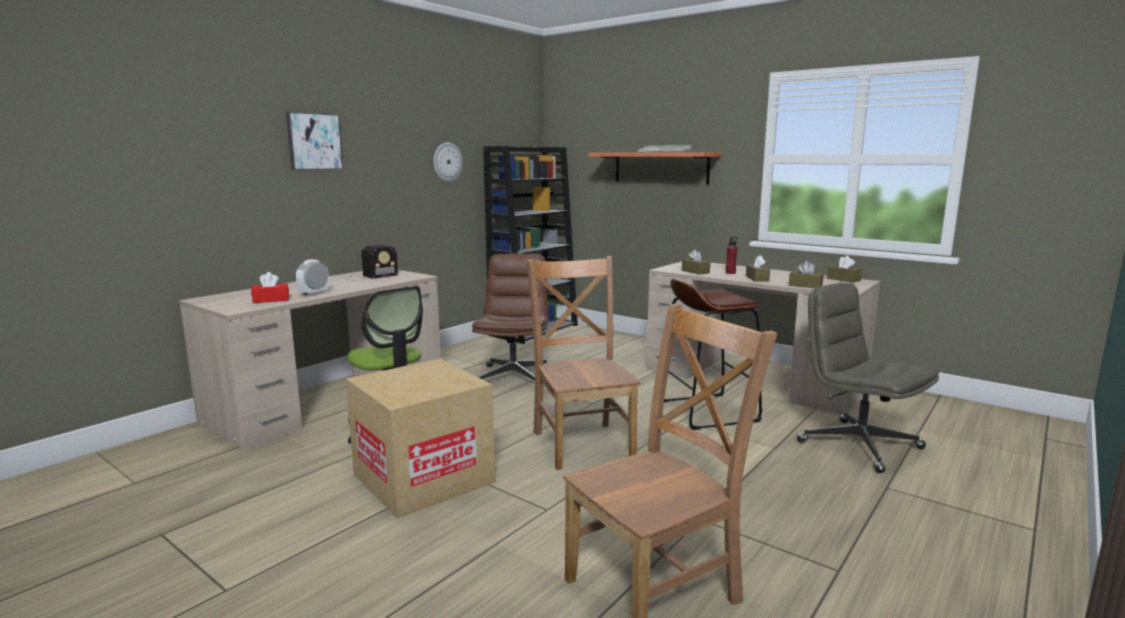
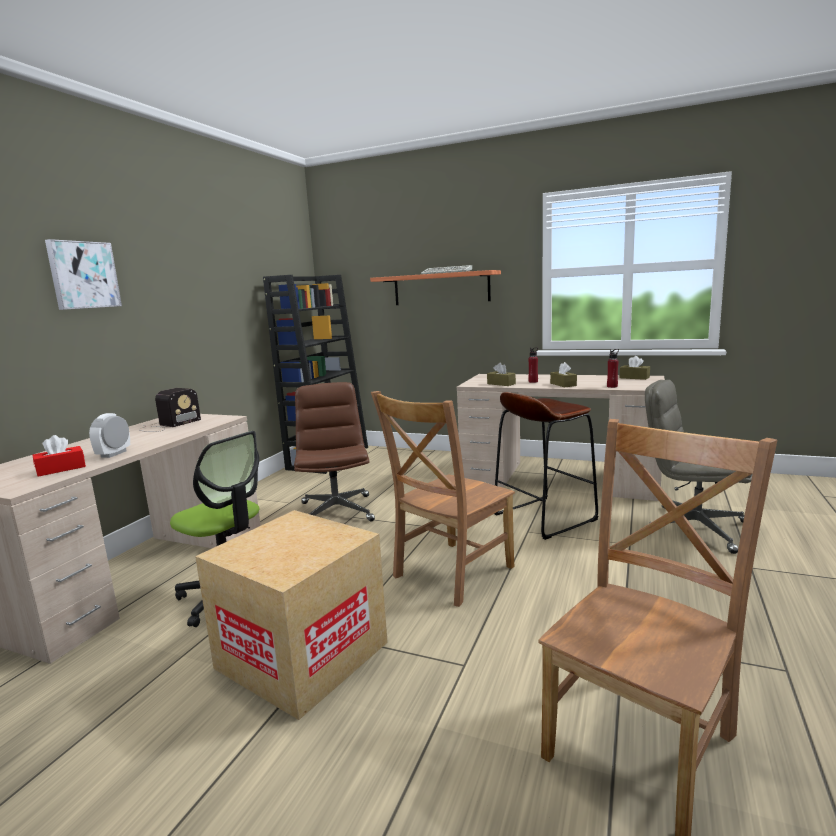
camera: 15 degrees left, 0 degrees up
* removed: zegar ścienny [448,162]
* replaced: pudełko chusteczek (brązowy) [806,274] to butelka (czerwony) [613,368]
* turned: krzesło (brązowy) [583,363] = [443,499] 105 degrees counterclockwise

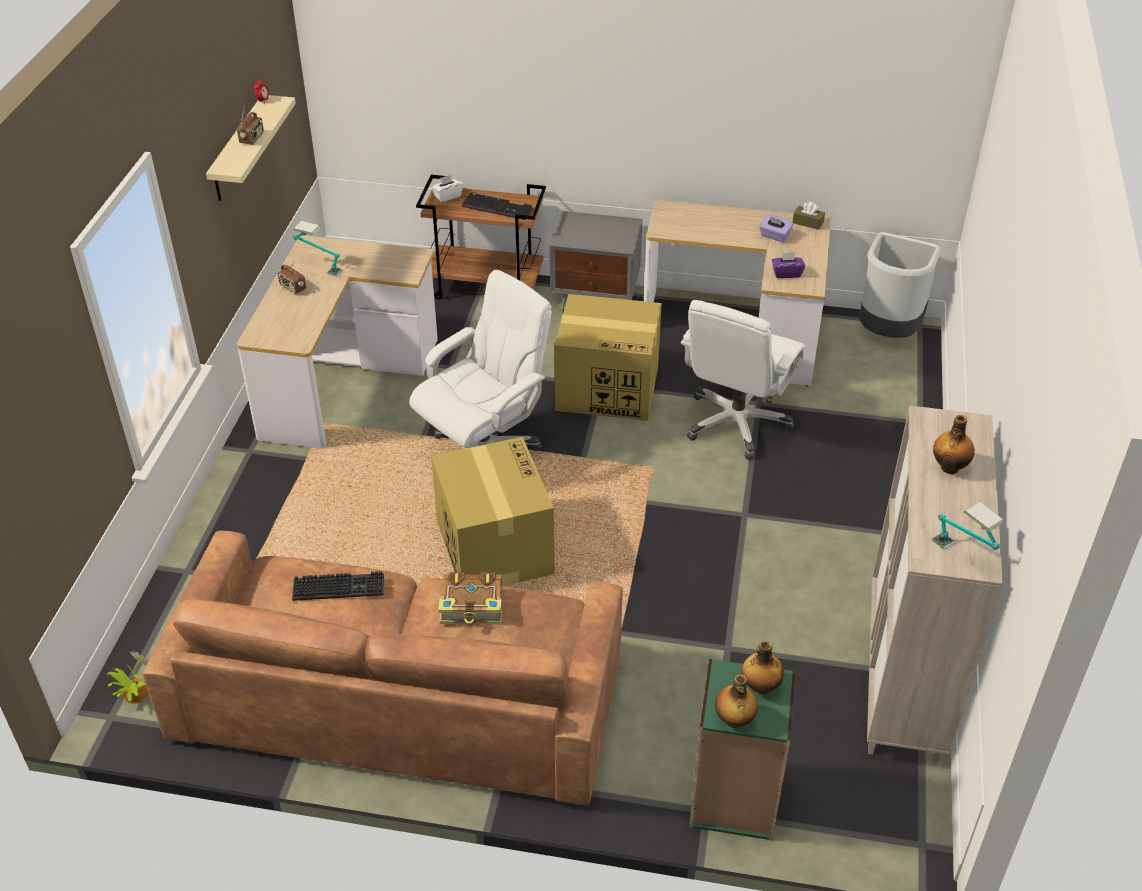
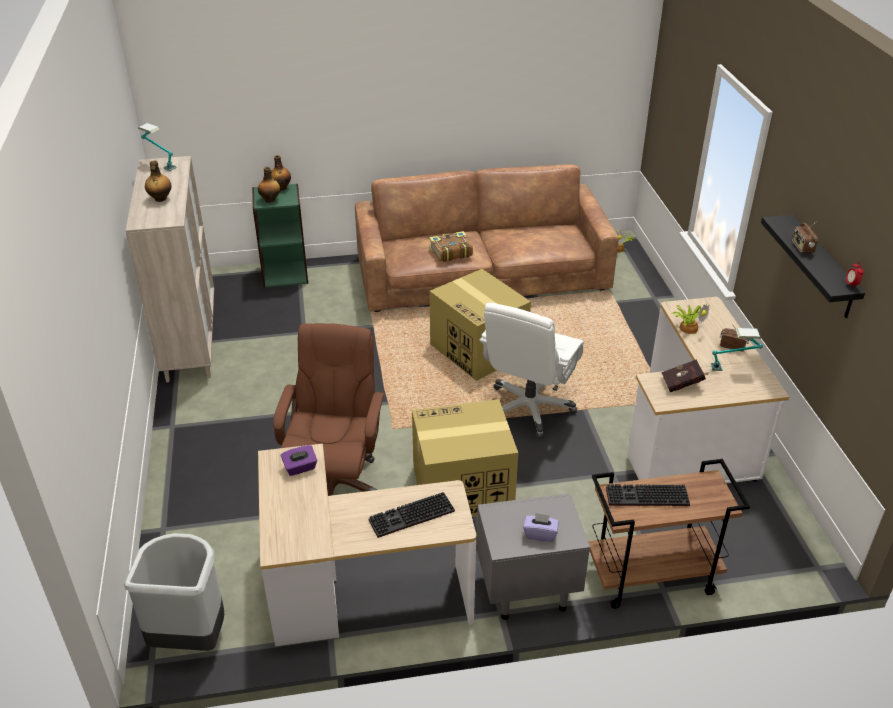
camera: 160 degrees right, 5 degrees down
* removed: pudełko chusteczek (biały) [447,188]
* removed: pudełko chusteczek (brązowy) [809,216]
* added: książka (czerwony) [685,375]
* added: roślina doniczkowa [691,319]
* moved: klawiatura [338,586] to [411,515]
* moved: pudełko chusteczek (fioletowy) [776,228] to [541,527]
* recoloured: półka (beżowy) [251,148] to półka (czarny) [813,266]
* recoloured: krzesło biurowe (biały) [743,380] to krzesło biurowe (brązowy) [328,409]

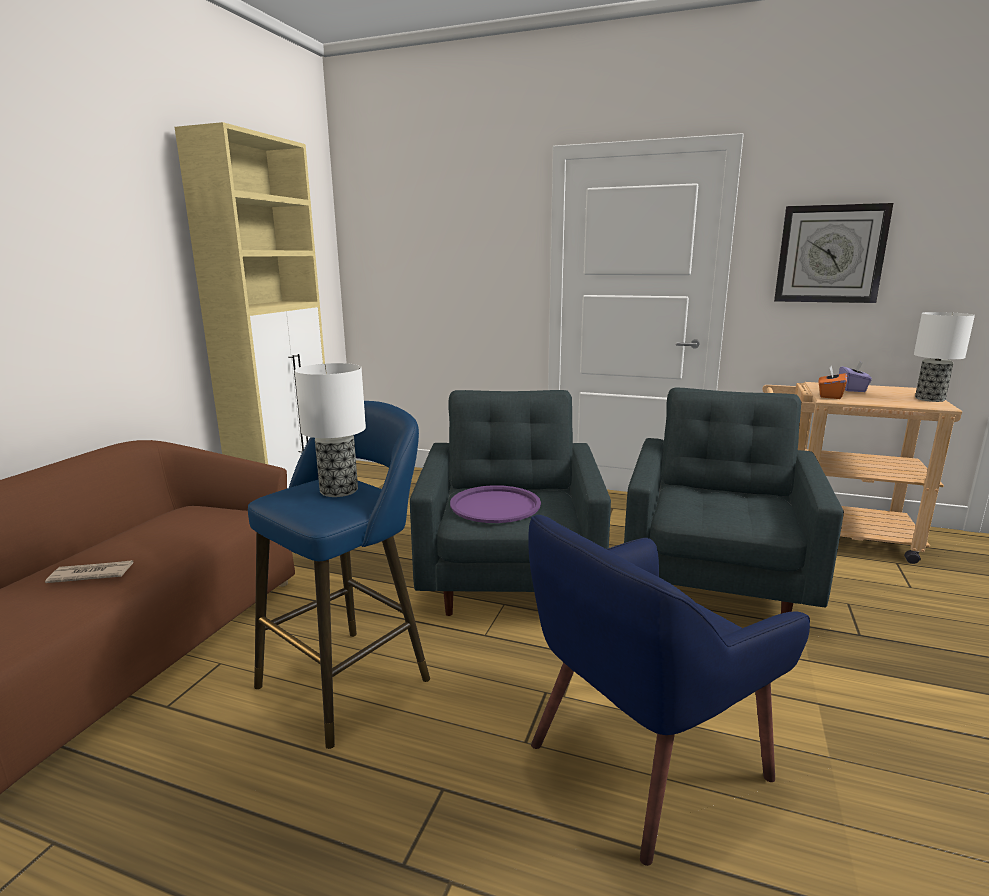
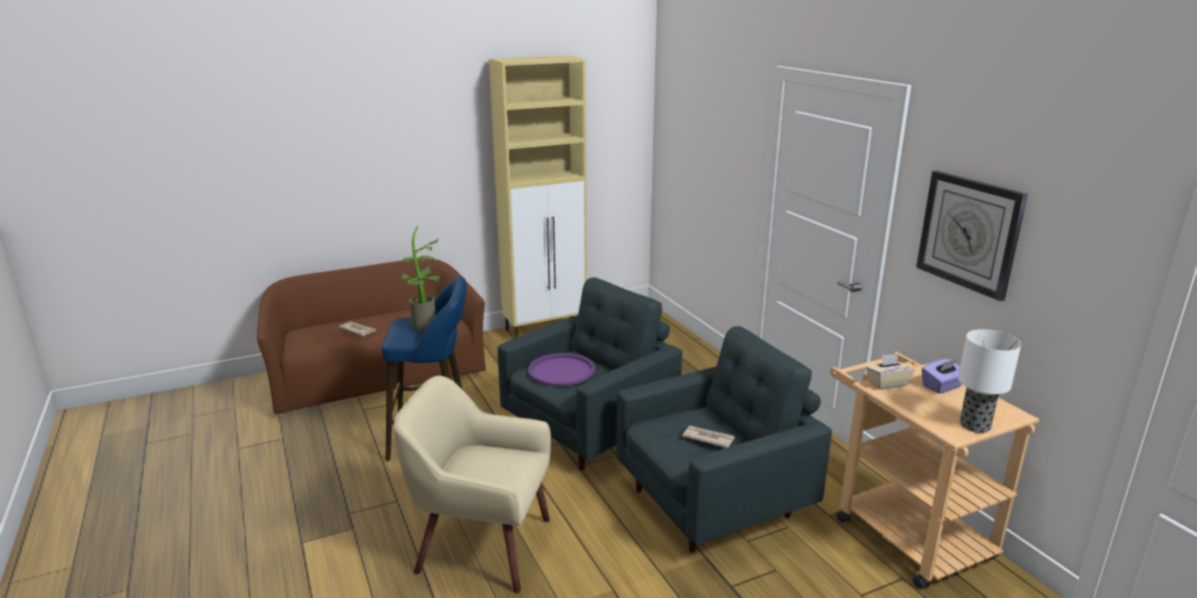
camera: 45 degrees right, 5 degrees up
* added: gazeta [708,436]
* replaced: lampa stołowa [330,430] to roślina doniczkowa [420,278]
* recoloured: fotel (niebieski) [669,690] to fotel (beżowy) [472,484]
* recoloured: pudełko chusteczek (pomarańczowy) [833,382] to pudełko chusteczek (beżowy) [890,371]

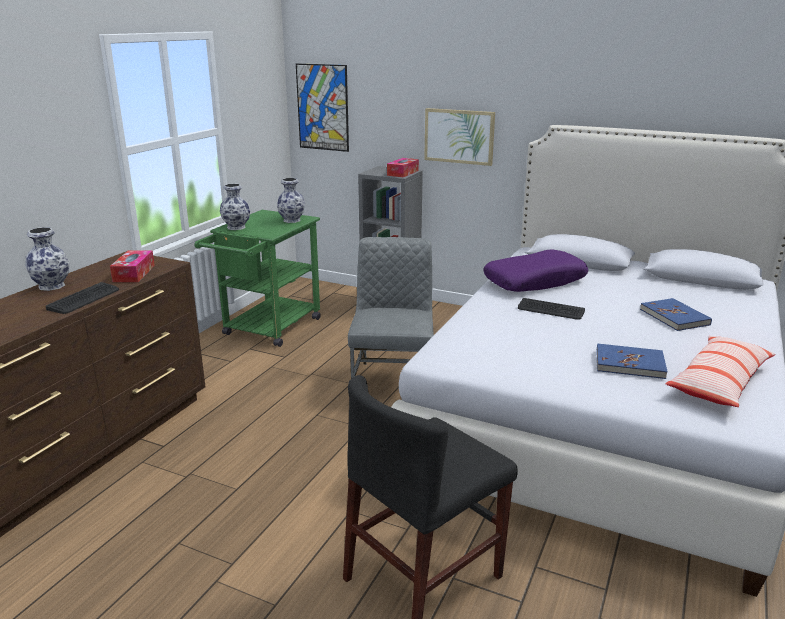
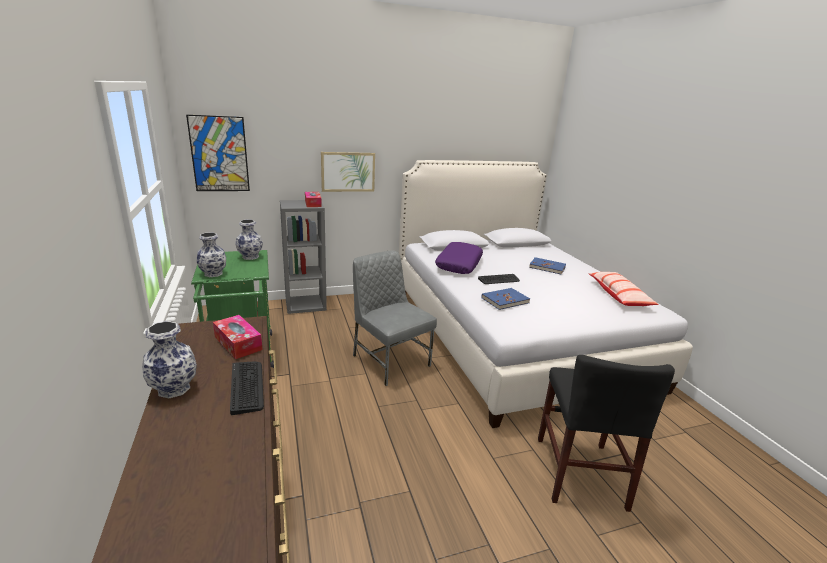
camera: 45 degrees left, 0 degrees up
* moved: książka (niebieski) [632,361] to [505,299]

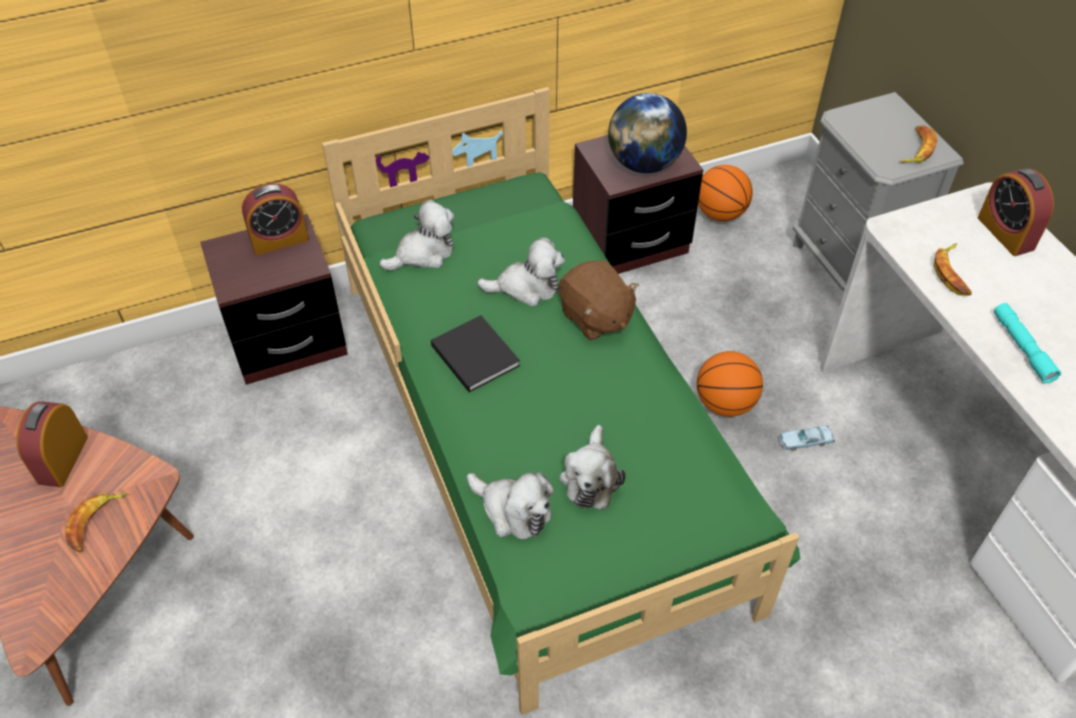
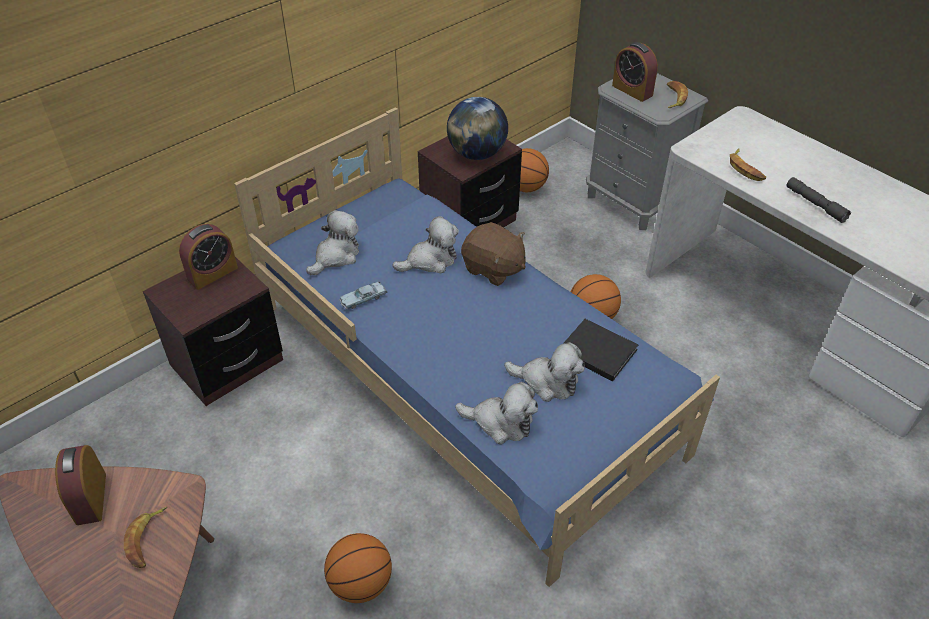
camera: 20 degrees left, 5 degrees down
* added: piłka do koszykówki [358,568]
* moved: książka (czarny) [475,353] to [600,350]
* moved: samochodzik (niebieski) [807,438] to [363,295]
* moved: budzik [1016,212] to [635,72]
* recoloured: łóżko (zielony) [561,401] to łóżko (niebieski) [477,347]
* recoloured: latarka (turkusowy) [1028,343] to latarka (szary) [819,200]
* turned: pluszak [593,467] = [544,372] 60 degrees counterclockwise

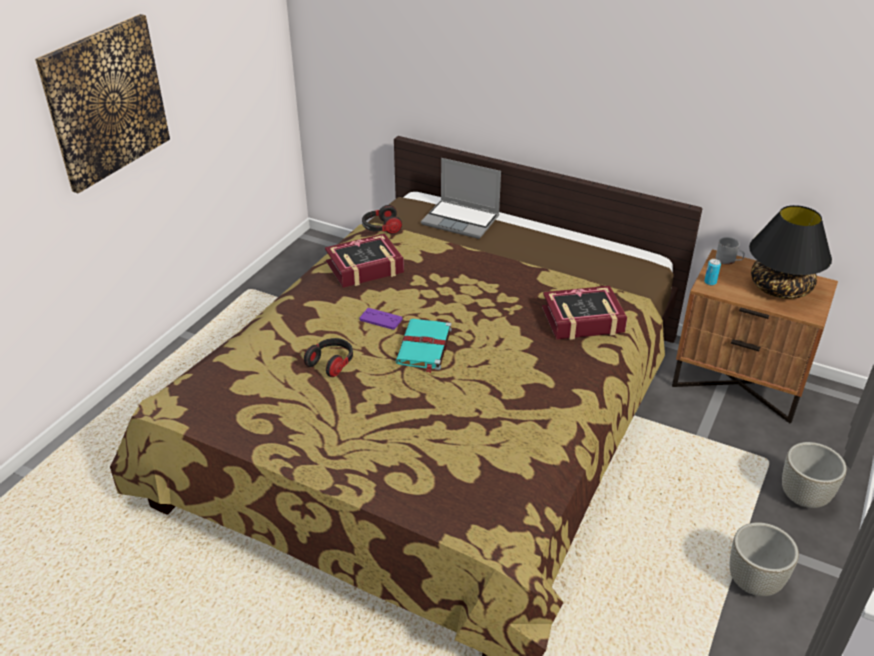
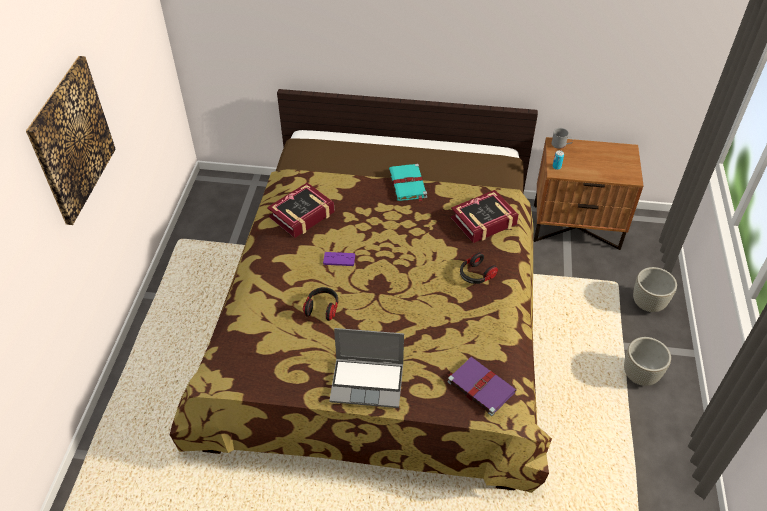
camera: 20 degrees left, 10 degrees up
* removed: lampa stołowa (czarny) [790,252]
* added: książka (fioletowy) [482,386]
* moved: słuchawki [382,219] to [479,268]
* moved: książka (turkusowy) [424,346] to [408,183]
* moved: laptop [461,198] to [366,368]

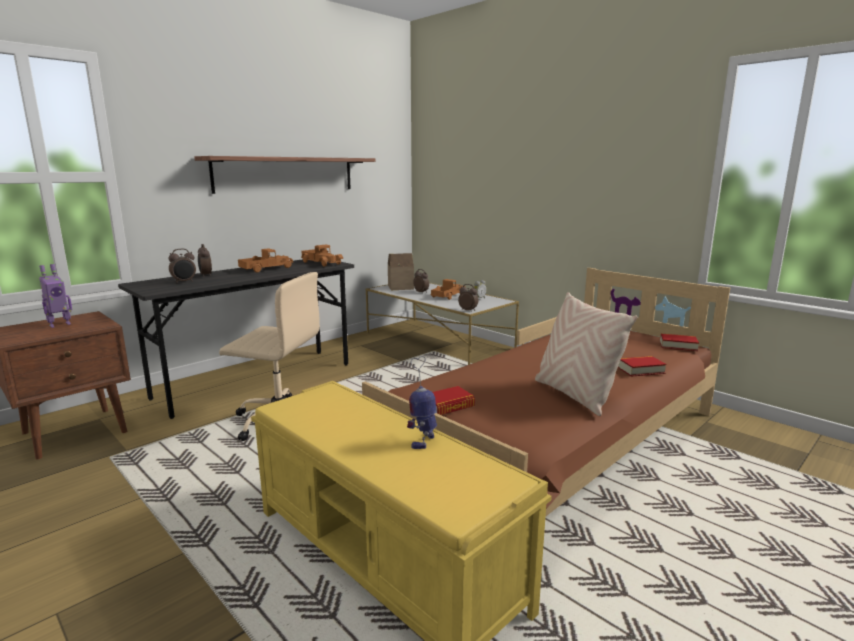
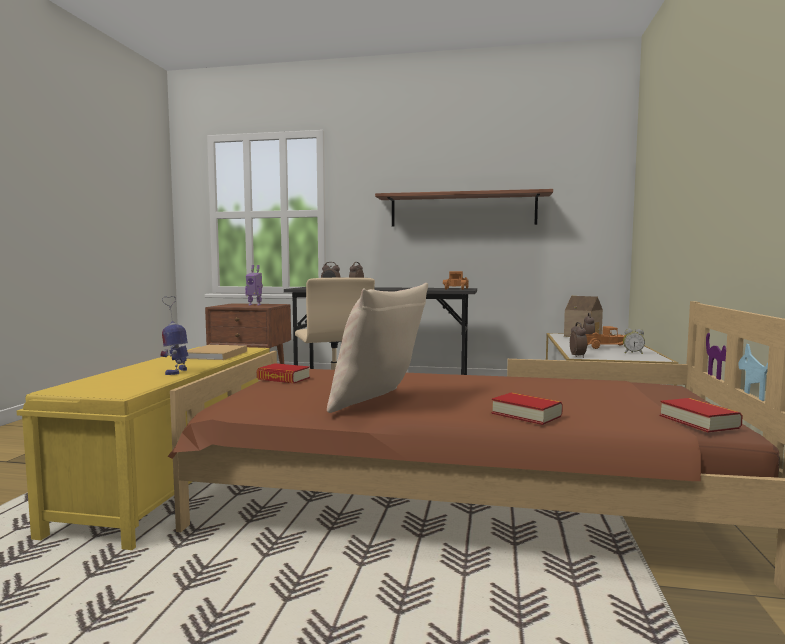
camera: 55 degrees right, 10 degrees down
* removed: ciężarówka zabawkowa [265,260]
* added: książka (beżowy) [216,352]
* turned: robot zabawkowy [422,402] = [174,335] 75 degrees counterclockwise

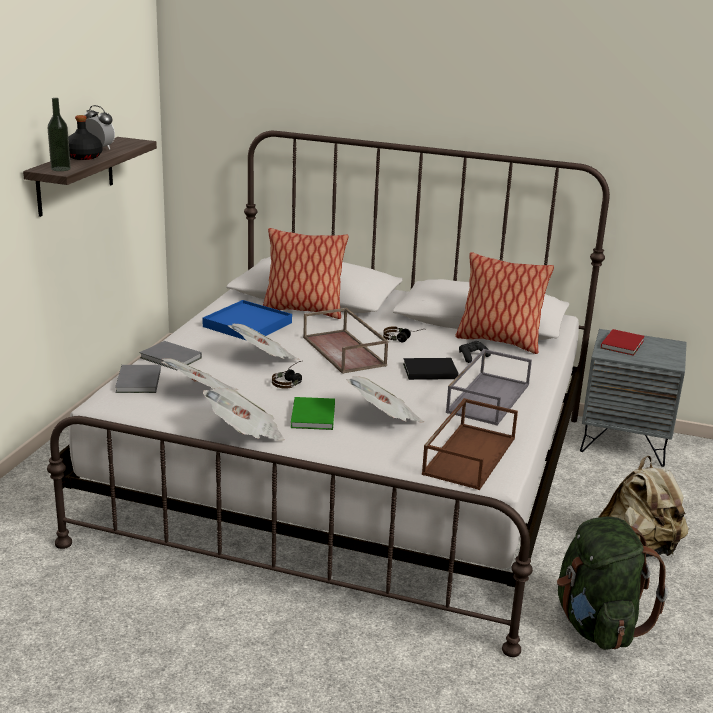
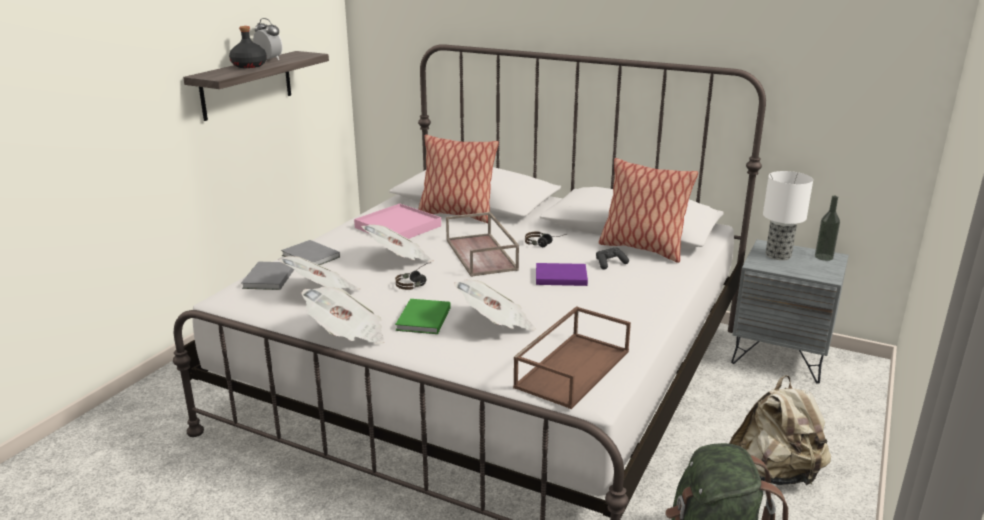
camera: 10 degrees right, 0 degrees up
* removed: taca (szary) [489,387]
* moved: butelka [59,134] to [827,228]
* replaced: książka (czerwony) [623,342] to lampa stołowa [788,215]
* recoloured: taca (niebieski) [247,320] to taca (różowy) [397,221]
* recoloured: książka (czarny) [431,369] to książka (fioletowy) [562,274]

